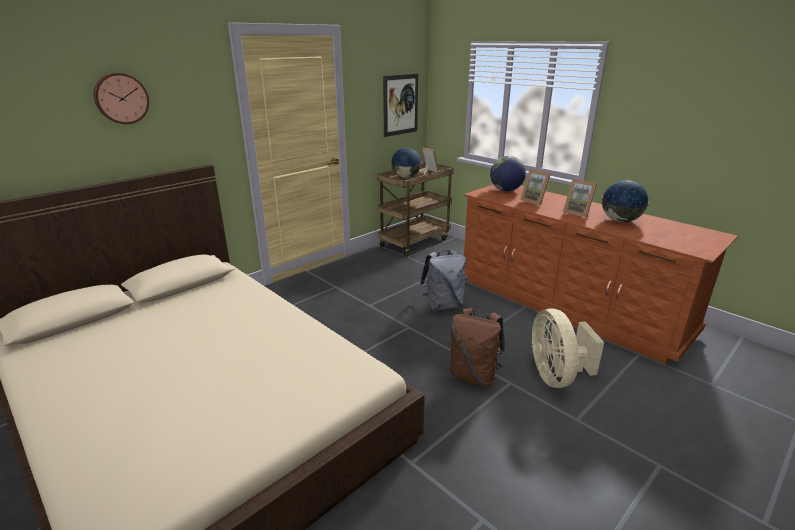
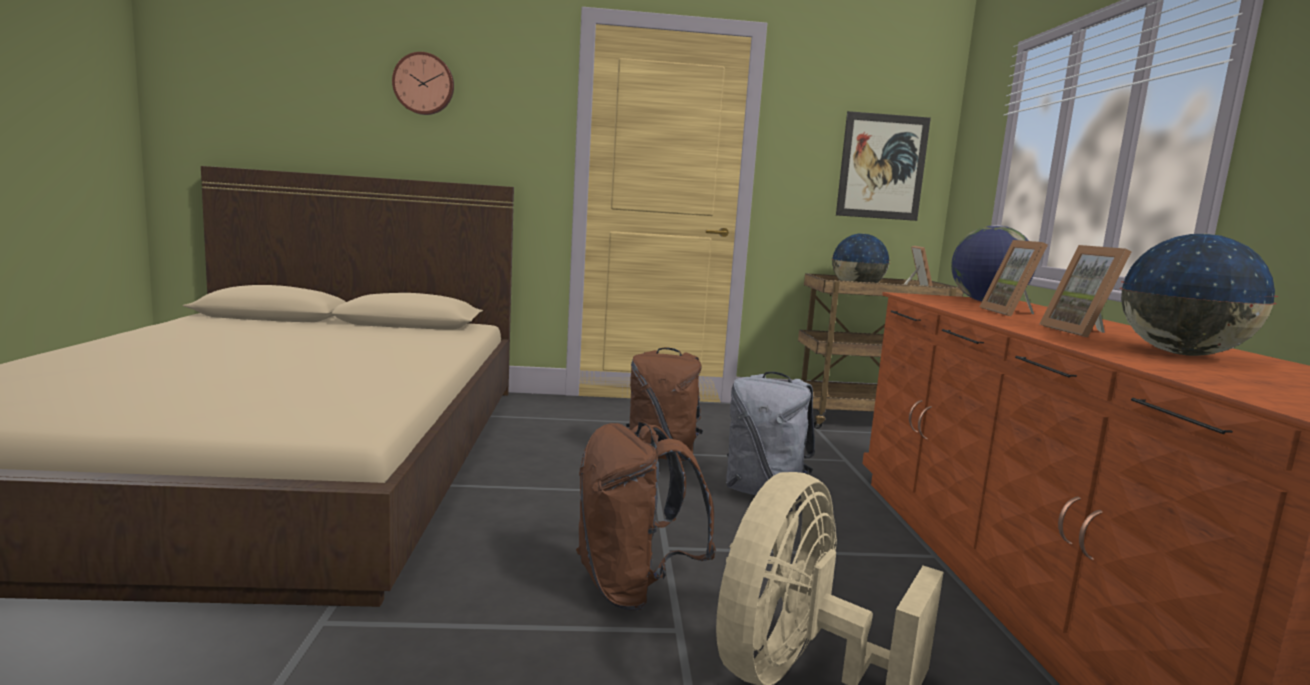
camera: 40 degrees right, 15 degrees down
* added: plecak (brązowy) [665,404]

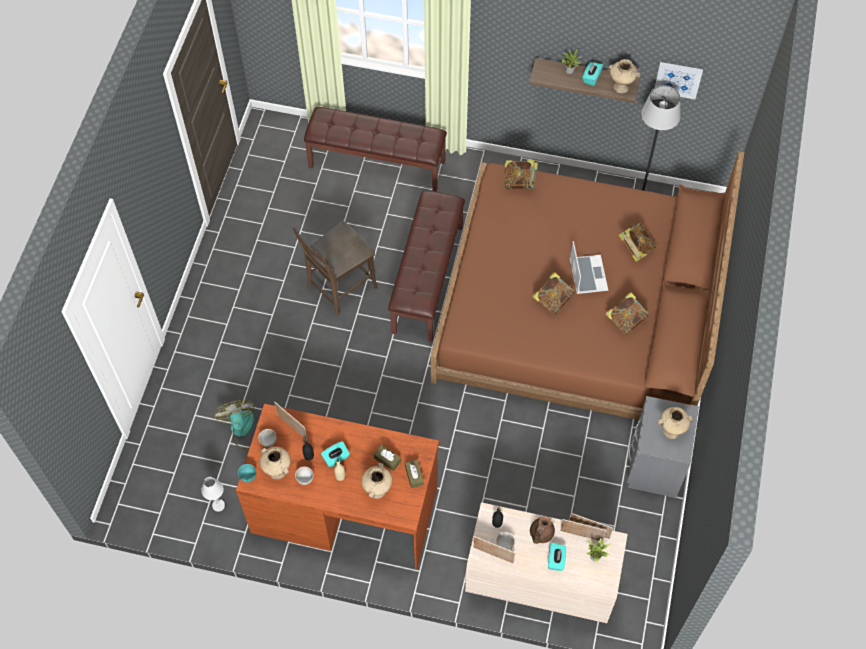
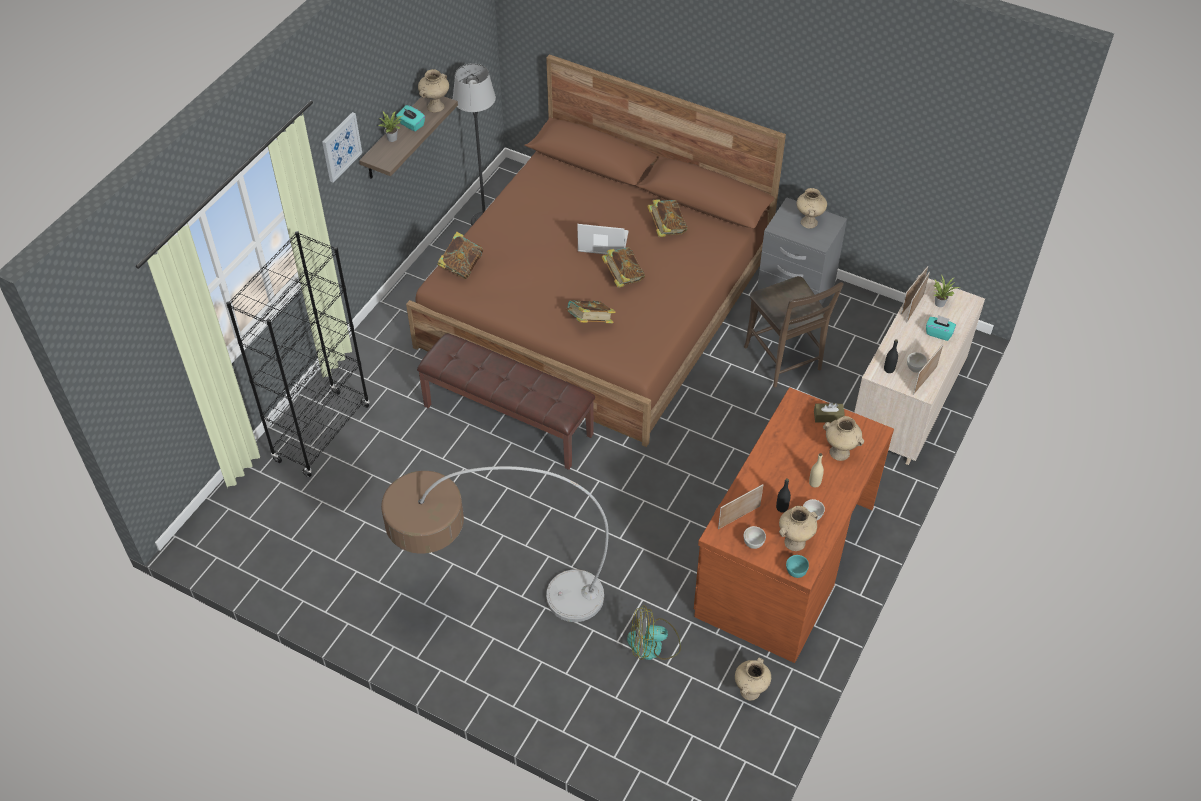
camera: 75 degrees left, 10 degrees down
* removed: pudełko chusteczek (turkusowy) [335,454]
* removed: pudełko chusteczek (brązowy) [387,458]
* removed: imbryk (brązowy) [542,530]
* added: lampa stojąca [495,544]
* moved: krzesło (brązowy) [335,268] to [794,331]
* moved: książka [638,242] to [591,311]
* moved: obraz [679,80] to [342,147]
* replaced: lampa stołowa (biały) [213,494] to wazon (beżowy) [753,679]
* replaced: ławka (brązowy) [375,149] to regał (czarny) [298,354]

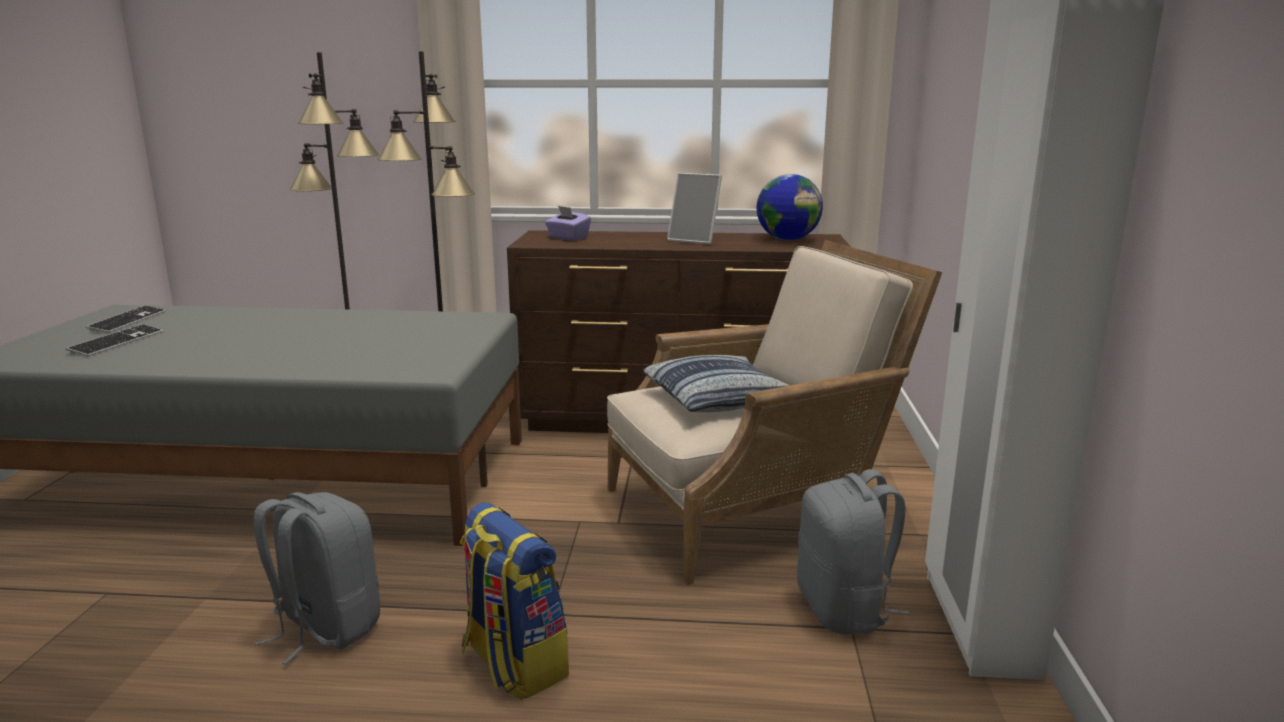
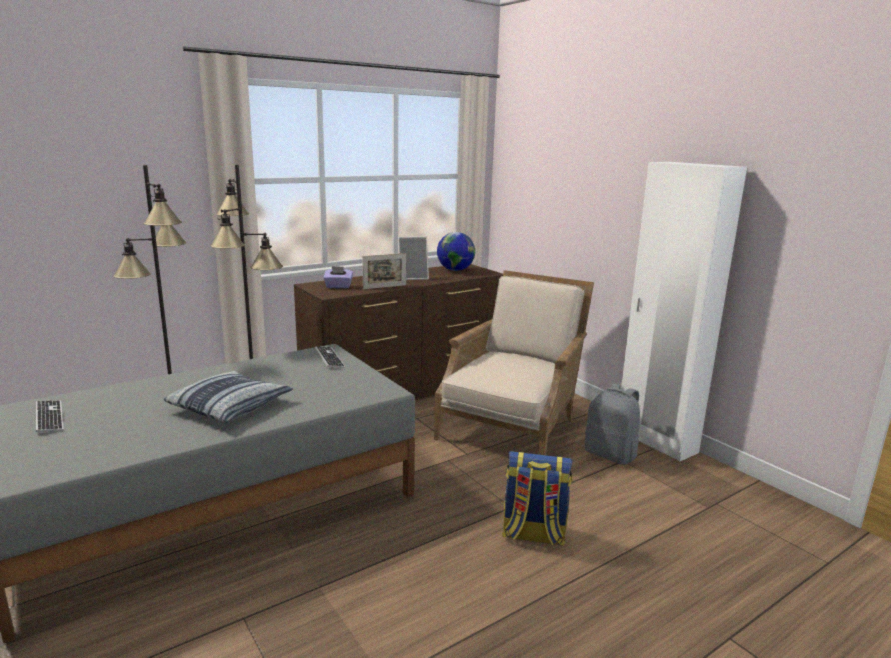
camera: 40 degrees left, 0 degrees up
* removed: plecak (szary) [316,578]
* added: ramka na zdjęcie [384,271]
* moved: klawiatura [115,340] to [330,357]
* moved: poduszka [716,383] to [228,397]

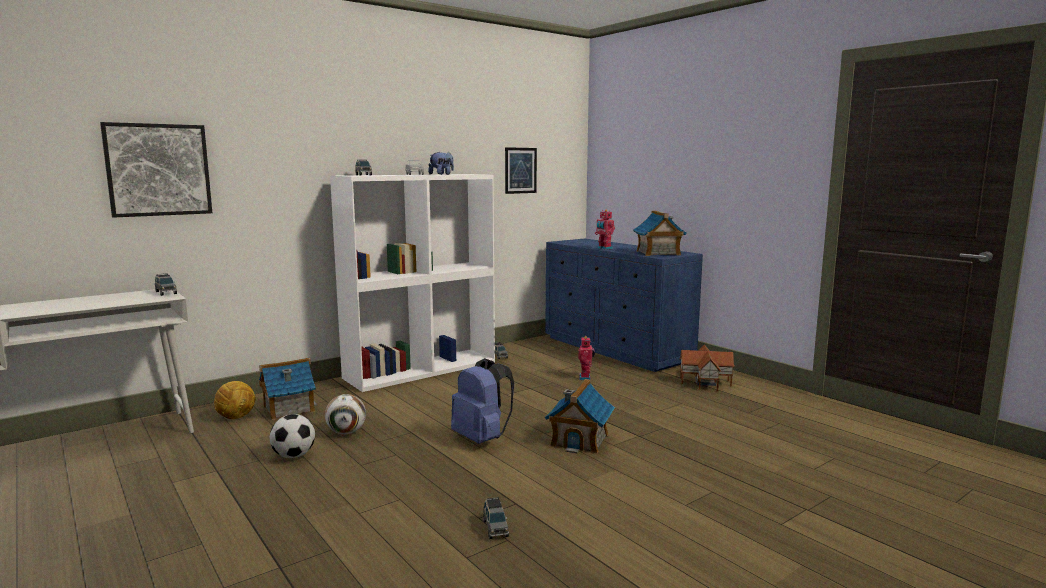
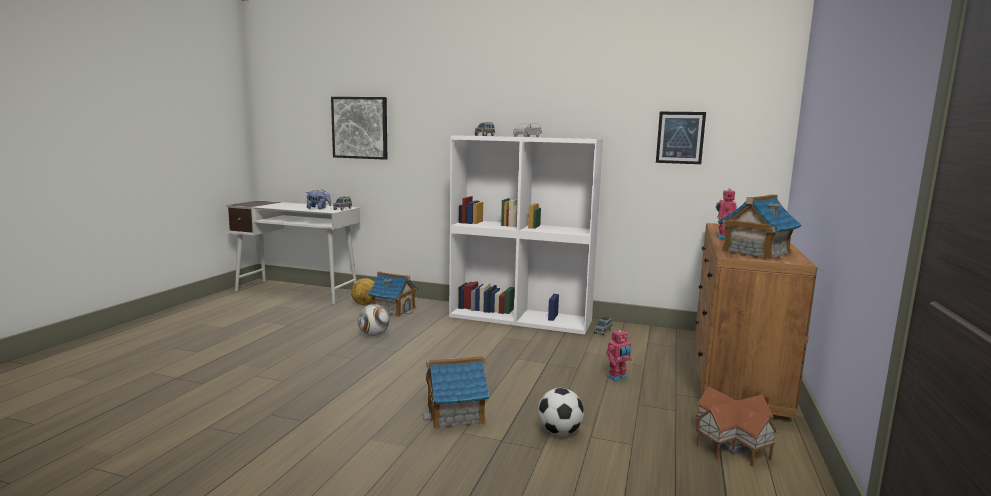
camera: 55 degrees right, 0 degrees up
* removed: plecak (niebieski) [482,401]
* removed: samochodzik (szary) [496,518]
* moved: piłka futbolowa [292,436] to [561,412]
* moved: pluszak [441,163] to [318,199]
* recoloured: komoda (niebieski) [624,305] to komoda (brązowy) [756,321]

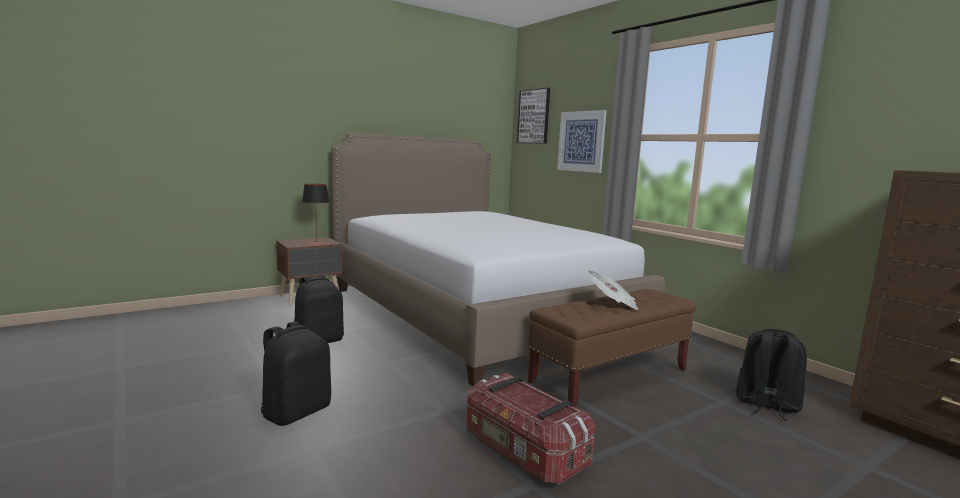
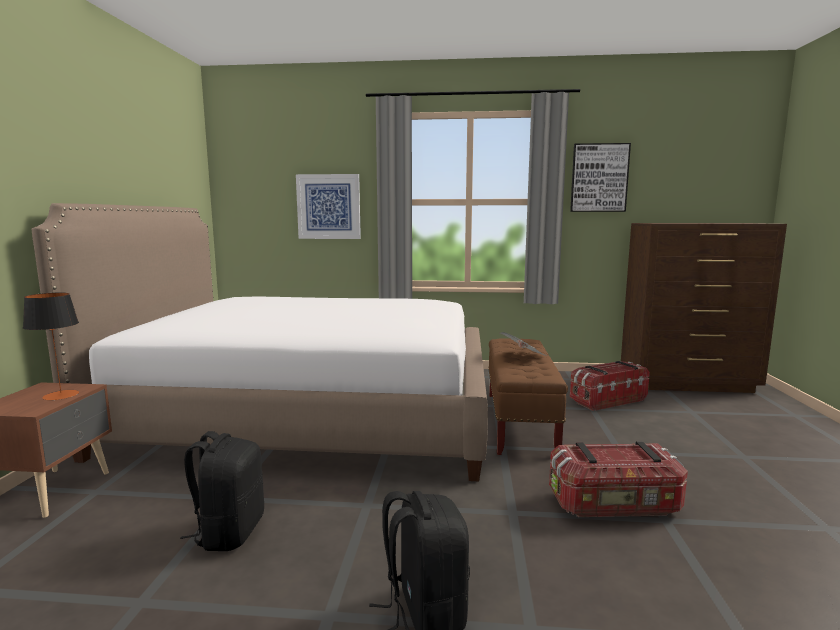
camera: 50 degrees left, 0 degrees up
* moved: obraz [533,116] to [600,177]
* replaced: plecak (czarny) [771,375] to pojemnik do przechowywania [610,386]

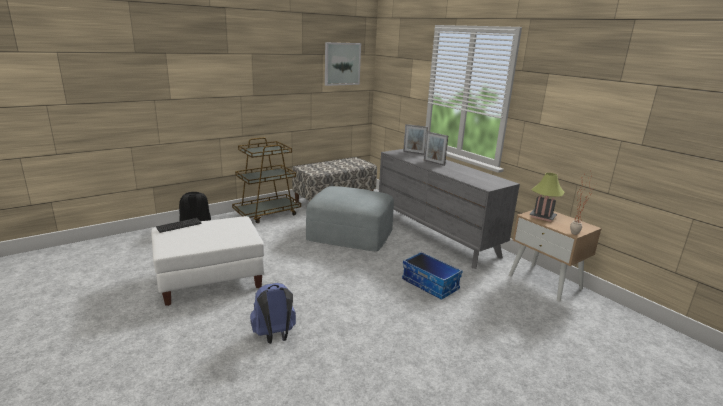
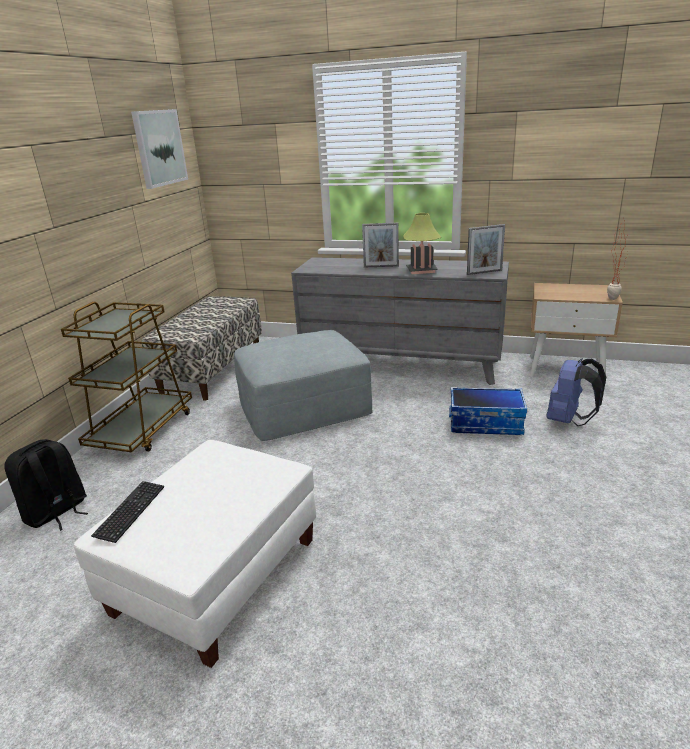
camera: 35 degrees left, 5 degrees up
* moved: plecak (niebieski) [273,313] to [576,392]
* moved: ramka na zdjęcie [415,139] to [486,249]
* moved: lampa stołowa [546,197] to [422,243]

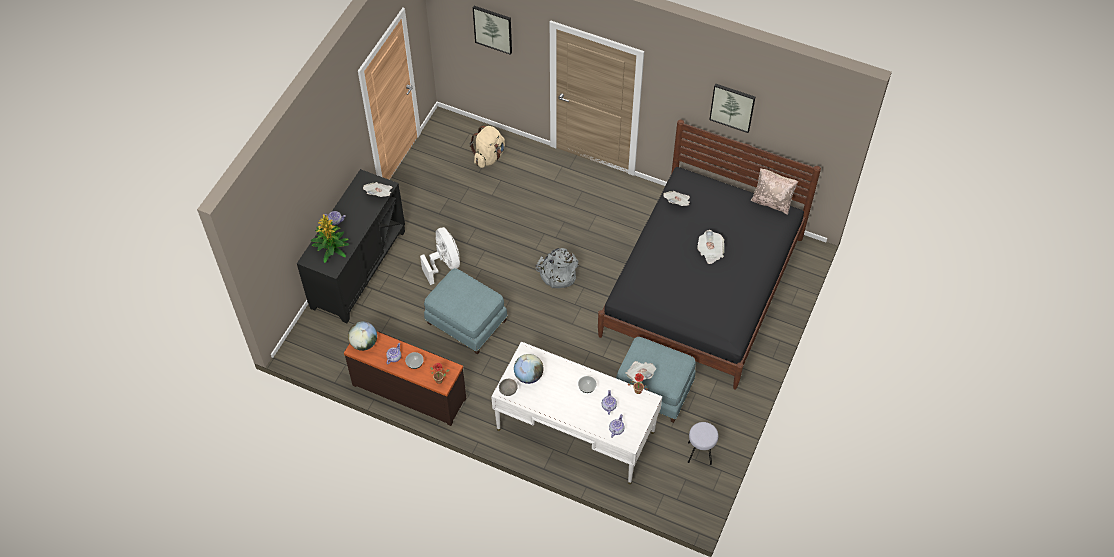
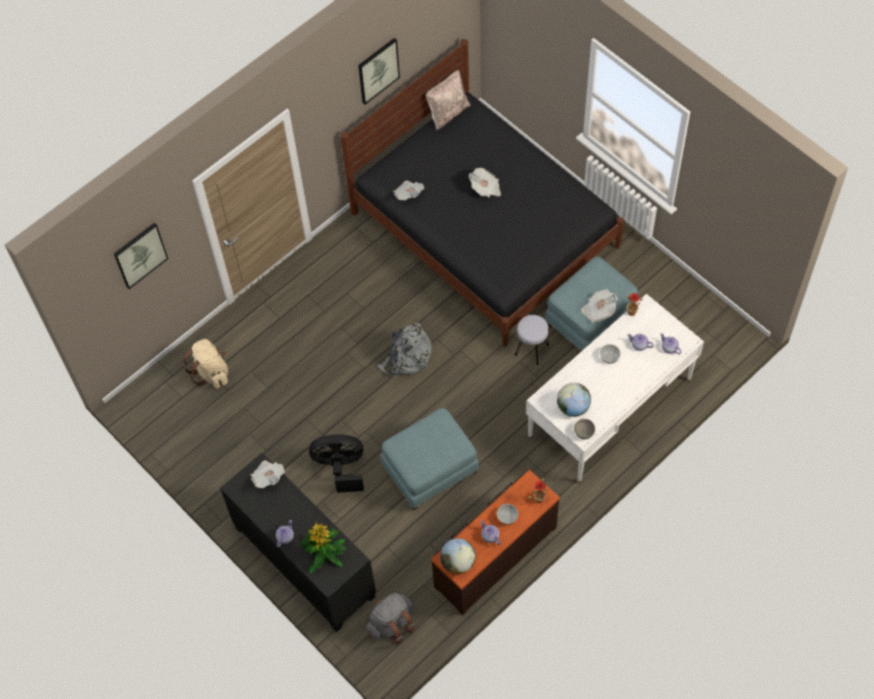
camera: 65 degrees left, 5 degrees up
* added: plecak (szary) [391,618]
* moved: stołek (szary) [703,443] to [532,340]
* recoloured: wentylator (biały) [440,256] to wentylator (czarny) [336,463]

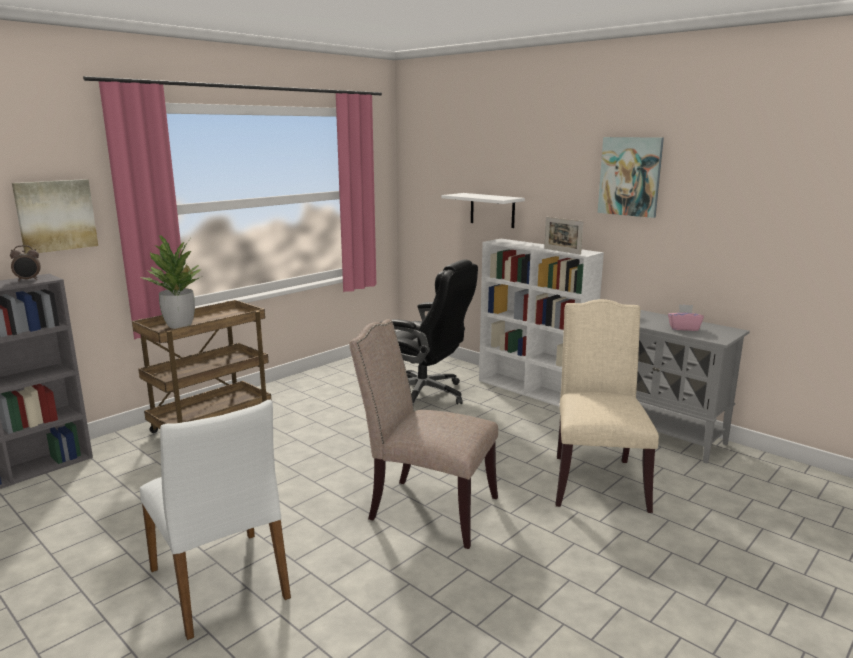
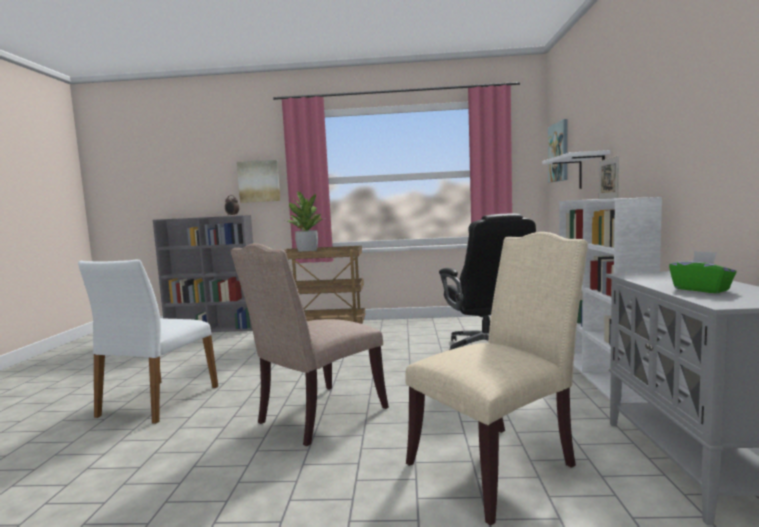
camera: 50 degrees right, 10 degrees down
* moved: obraz [631,177] to [558,151]
* recoloured: pudełko chusteczek (różowy) [686,317] to pudełko chusteczek (zielony) [703,272]
* turned: krzesło (beżowy) [423,434] = [310,344] 120 degrees counterclockwise

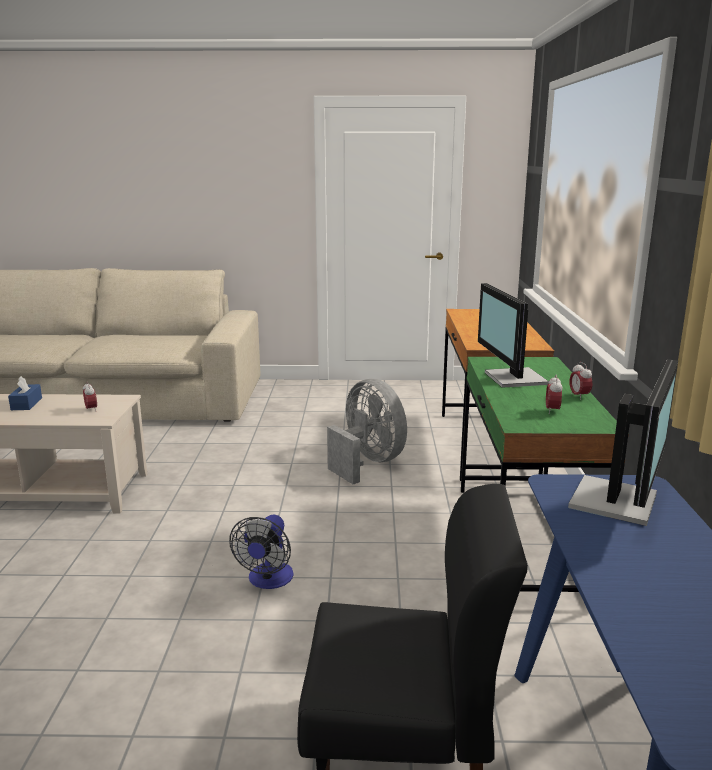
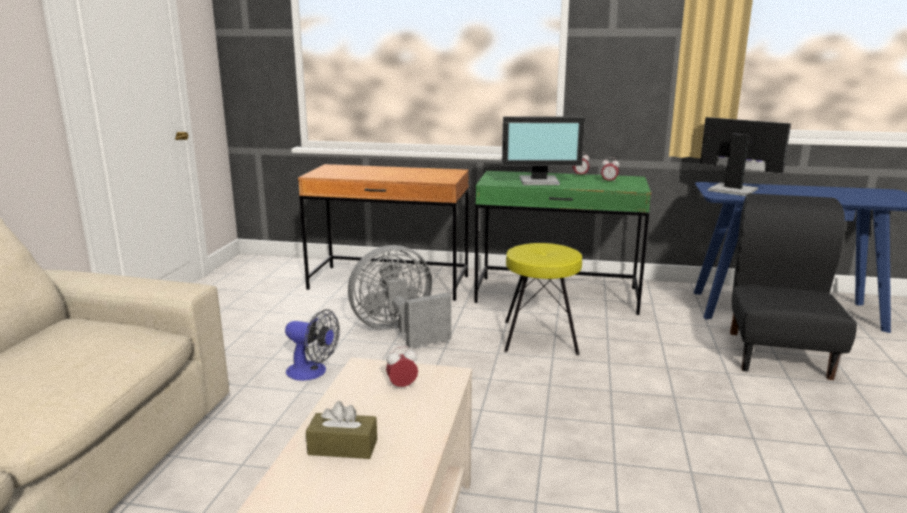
camera: 80 degrees left, 0 degrees up
* added: stołek (żółty) [543,299]
* moved: wentylator [261,552] to [312,345]
* recoloured: pudełko chusteczek (niebieski) [25,393] to pudełko chusteczek (brązowy) [341,430]

